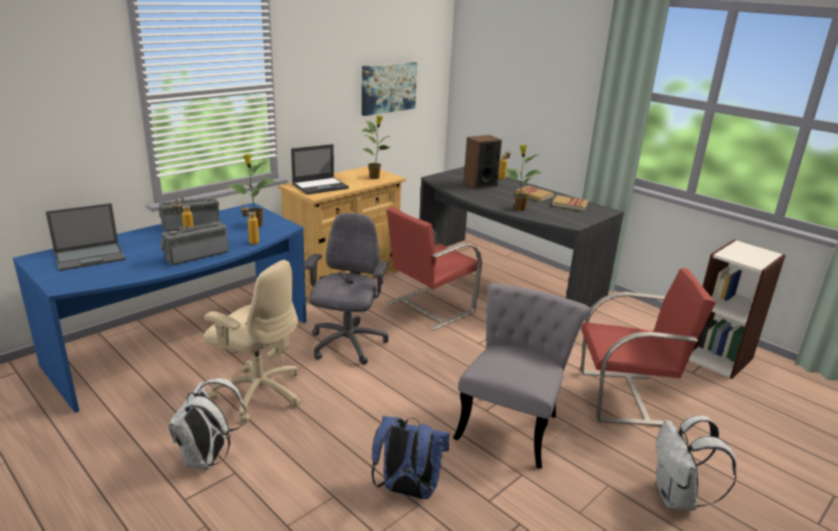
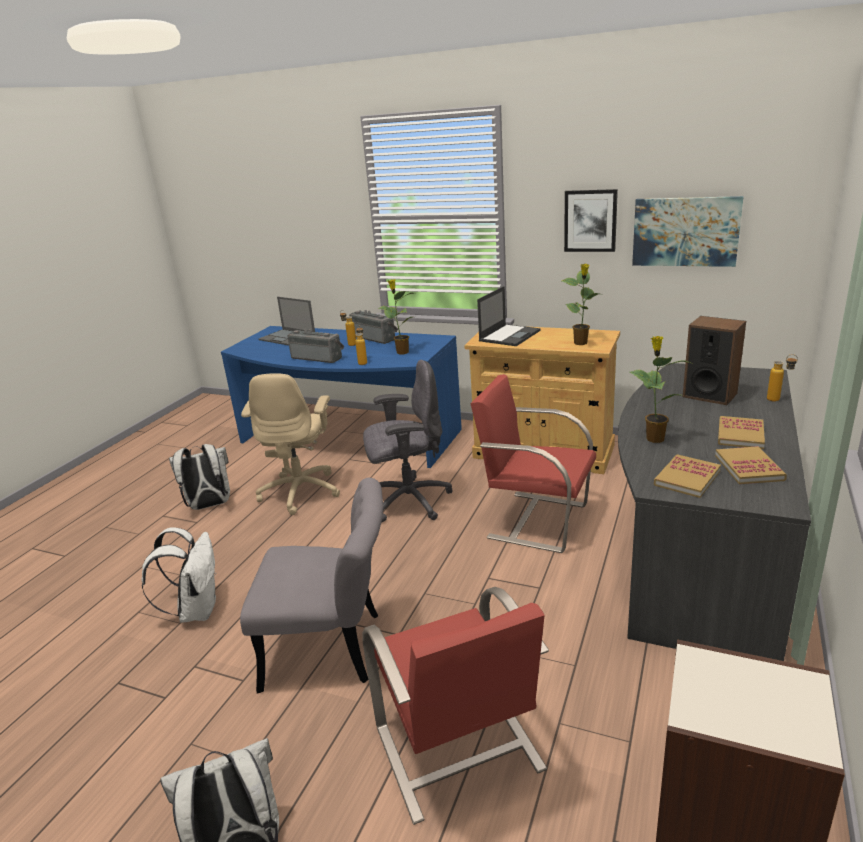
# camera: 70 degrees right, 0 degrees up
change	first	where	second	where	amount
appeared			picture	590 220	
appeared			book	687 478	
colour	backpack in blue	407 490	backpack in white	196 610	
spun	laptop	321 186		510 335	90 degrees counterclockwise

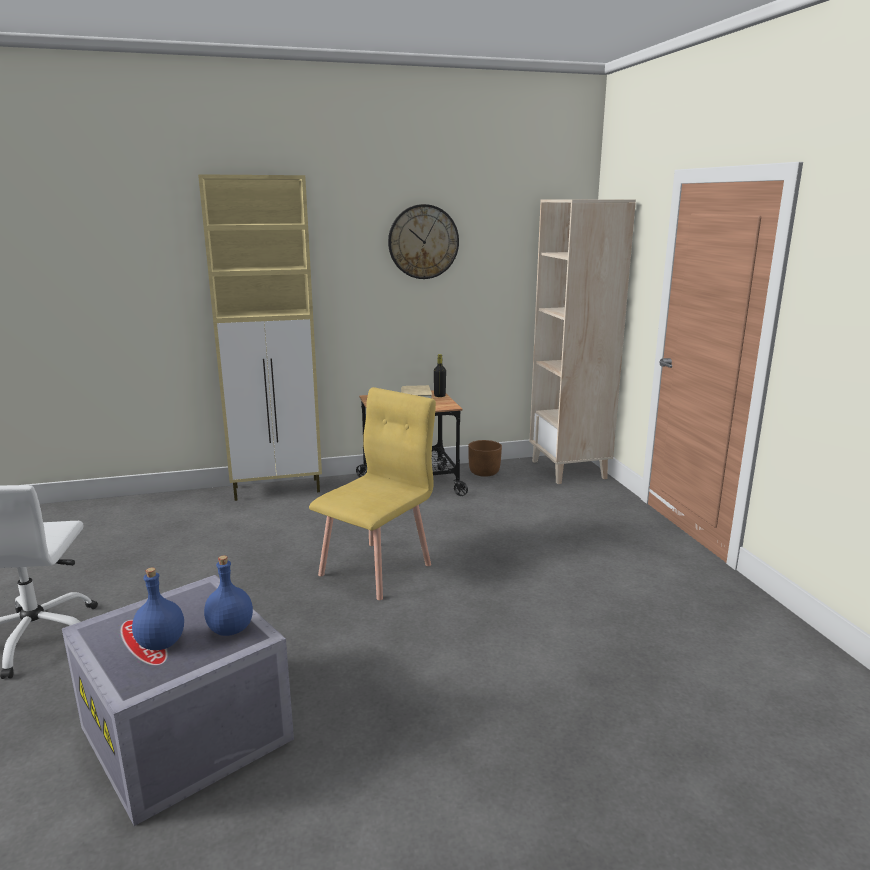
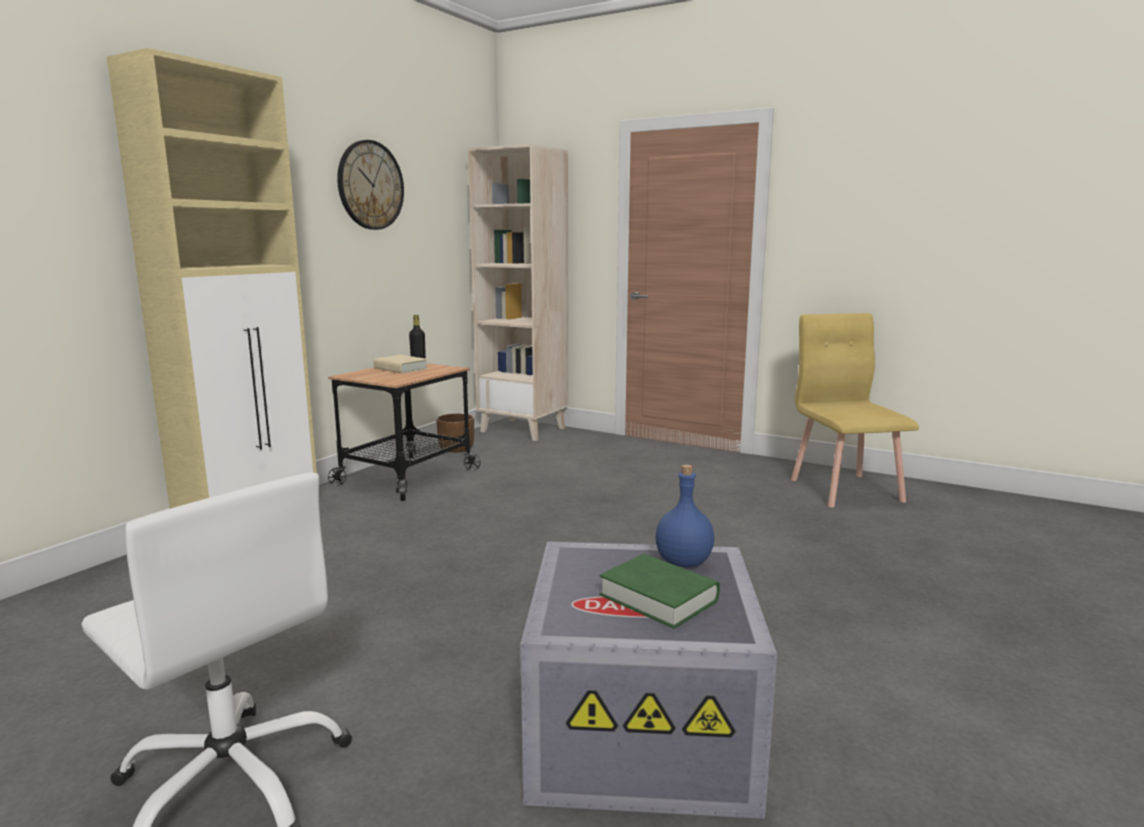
# camera: 45 degrees left, 5 degrees down
change	first	where	second	where	amount
relocated	chair in yellow	377 569		846 490	
exchanged	bottle in blue	162 643	book in green	658 598	

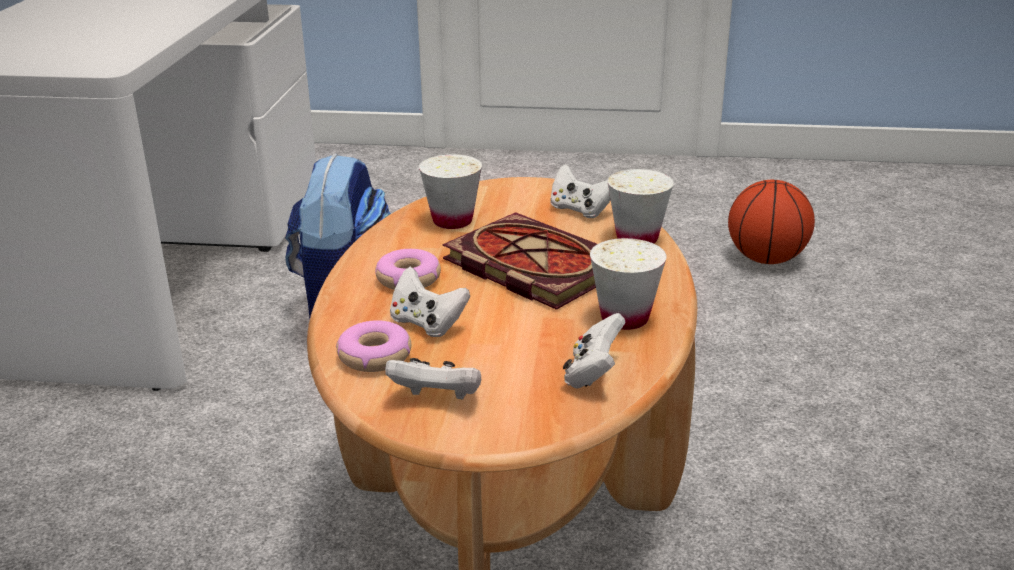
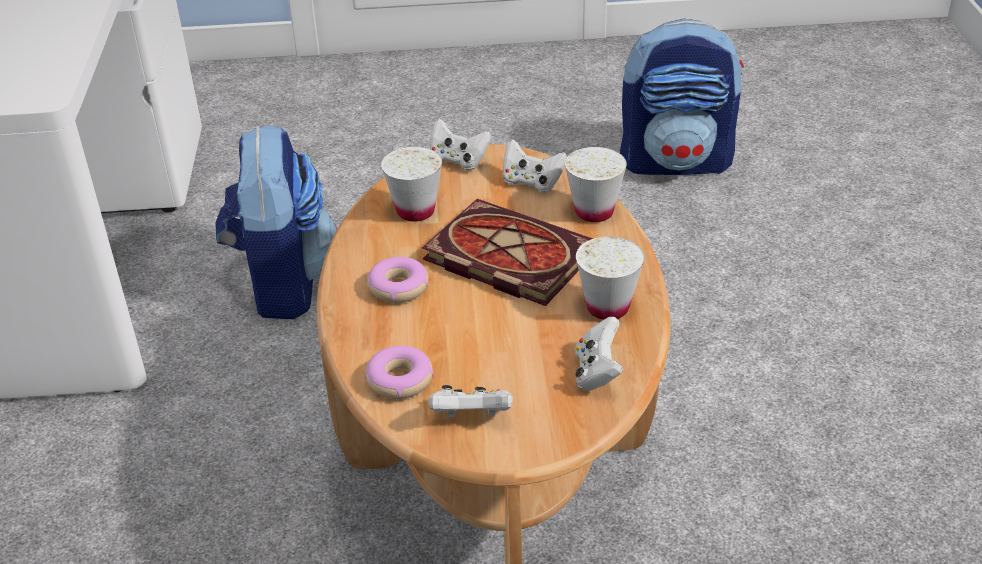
# camera: 10 degrees left, 10 degrees up
change	first	where	second	where	amount
relocated	game controller in white	427 324		458 160	
exchanged	basketball	765 259	backpack	676 161	

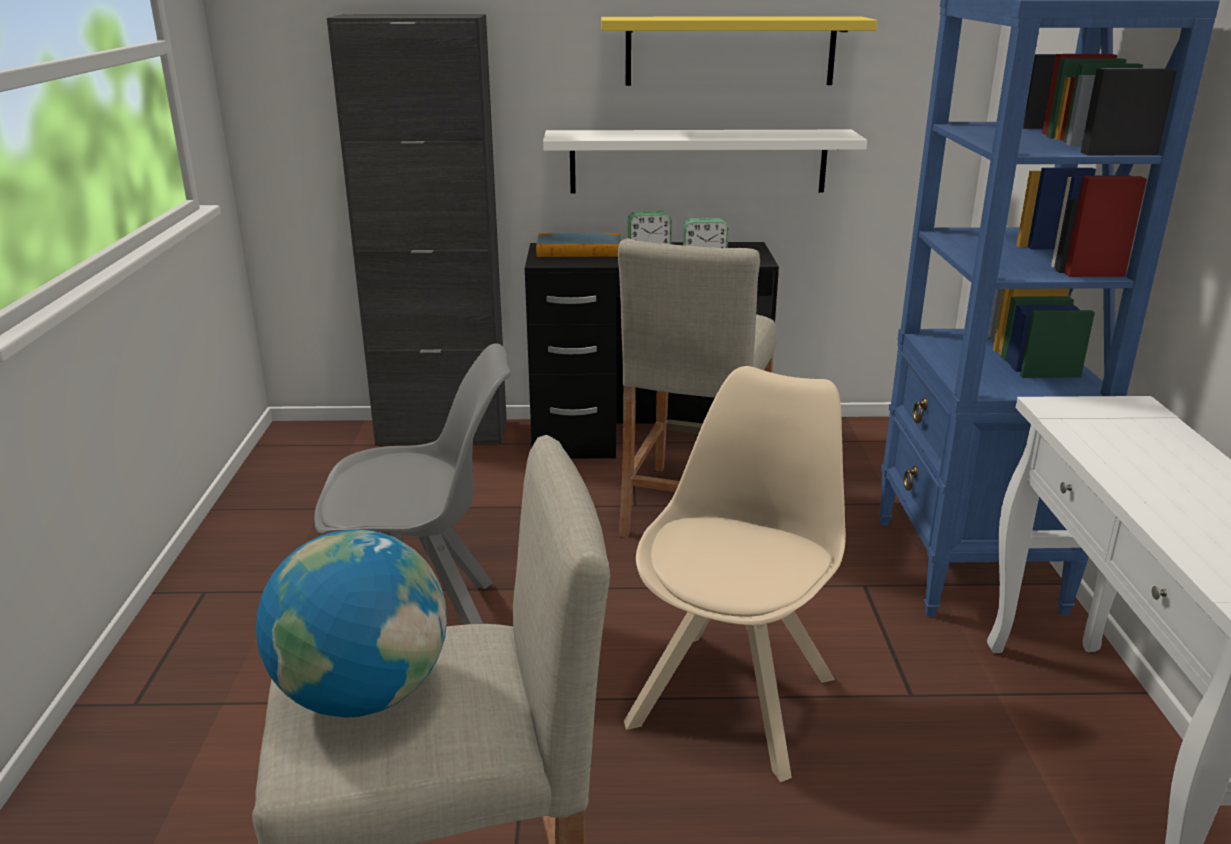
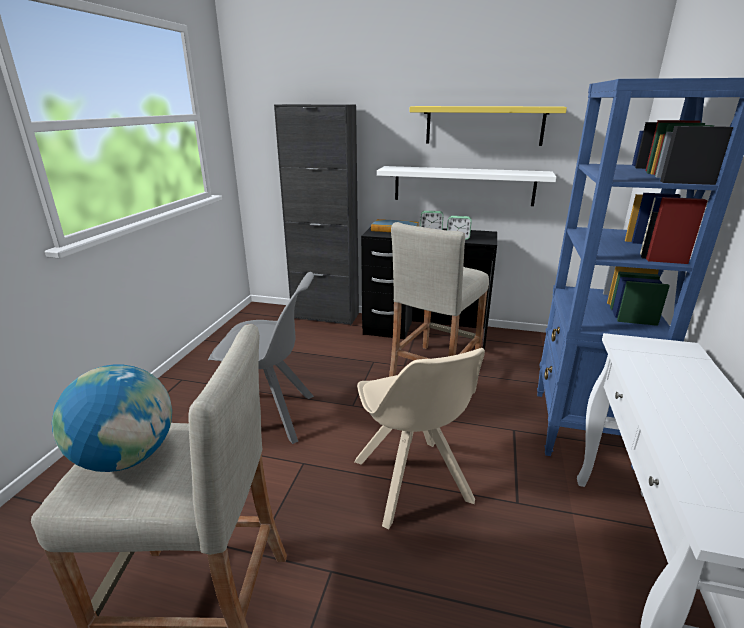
# camera: 15 degrees right, 0 degrees up
change	first	where	second	where	amount
spun	chair in beige	735 697		413 483	120 degrees clockwise

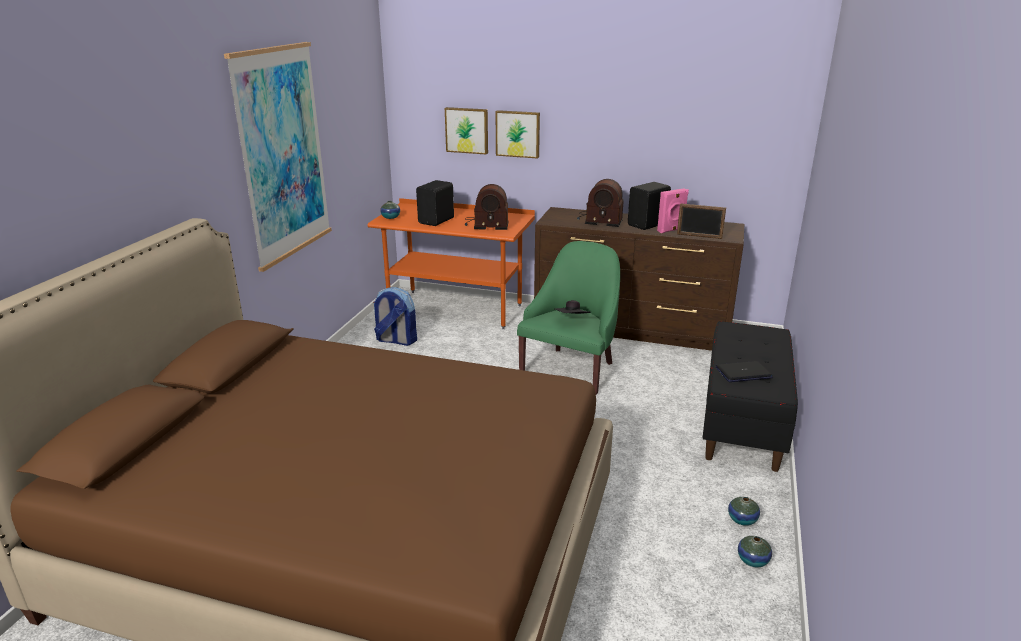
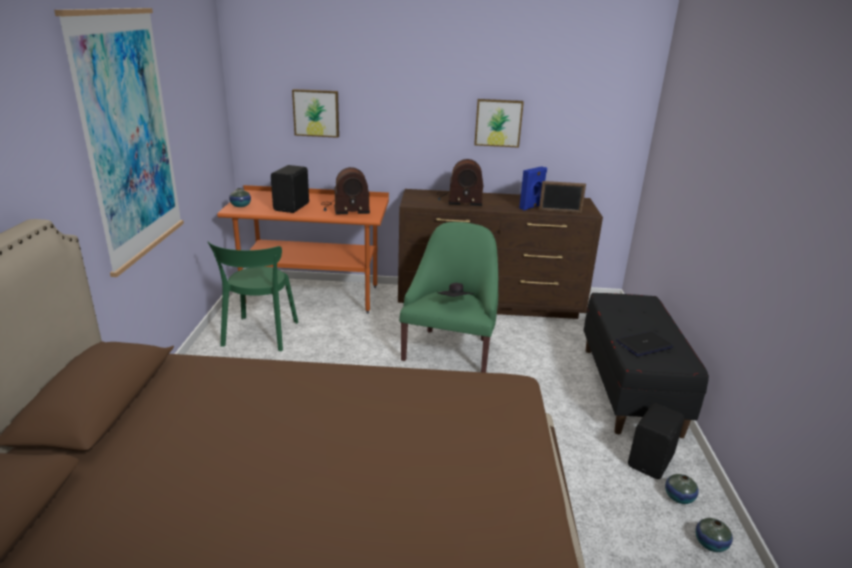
# camera: 15 degrees left, 0 degrees up
change	first	where	second	where	amount
relocated	picture	518 133		498 122	
relocated	speaker in black	648 225		652 461	
exchanged	backpack	396 340	chair in green	259 335	
colour	speaker in pink	671 230	speaker in blue	531 207	

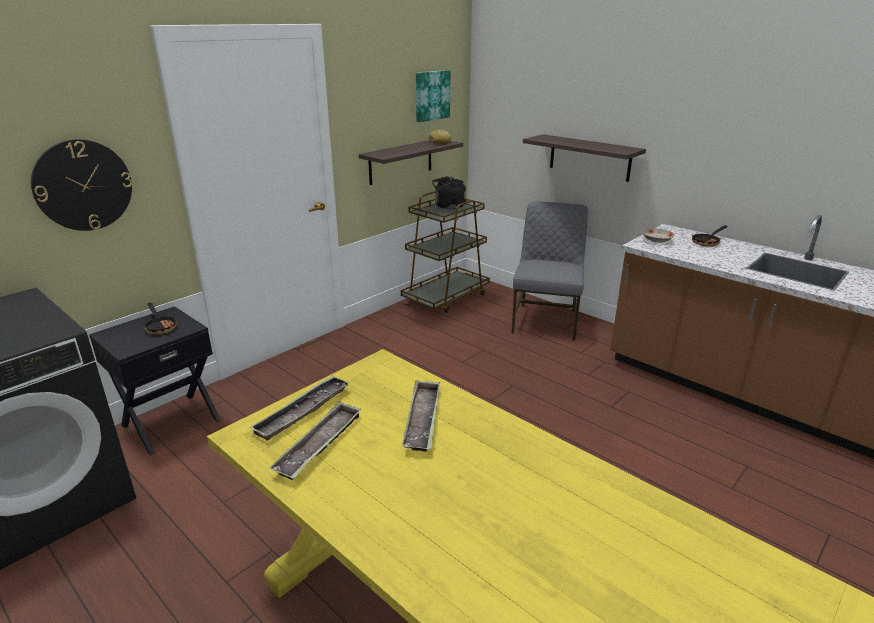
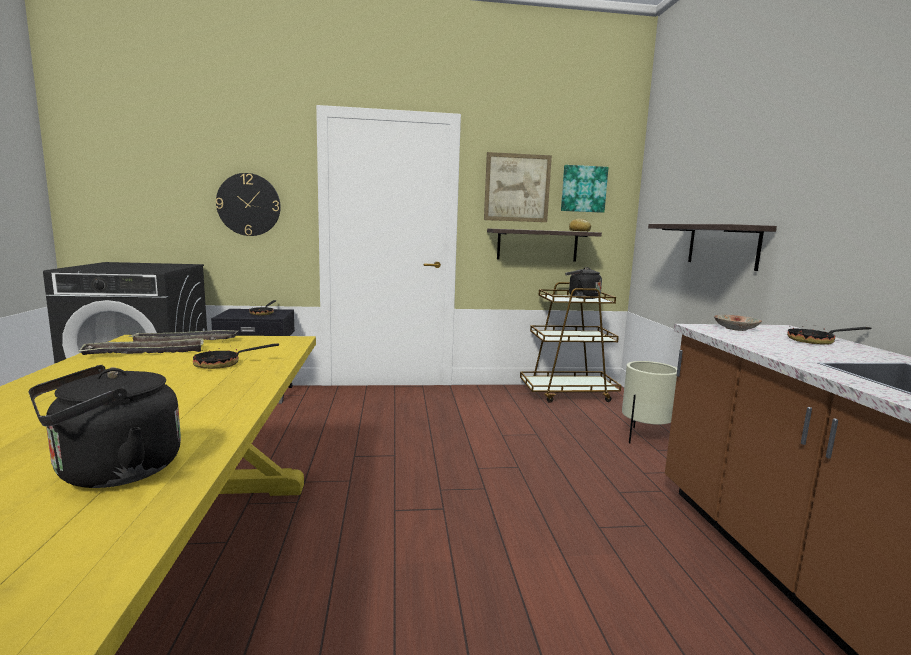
# camera: 40 degrees right, 15 degrees down
change	first	where	second	where	amount
appeared			kettle in black	112 473	
appeared			picture	517 188	
exchanged	tray	422 419	frying pan	224 364	
exchanged	chair in grey	546 321	planter in beige	645 437	

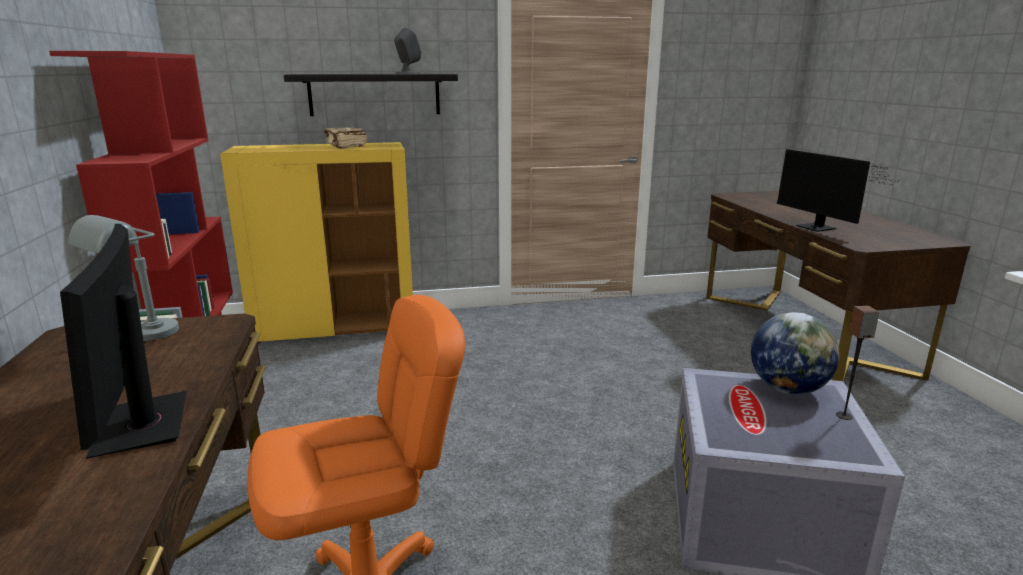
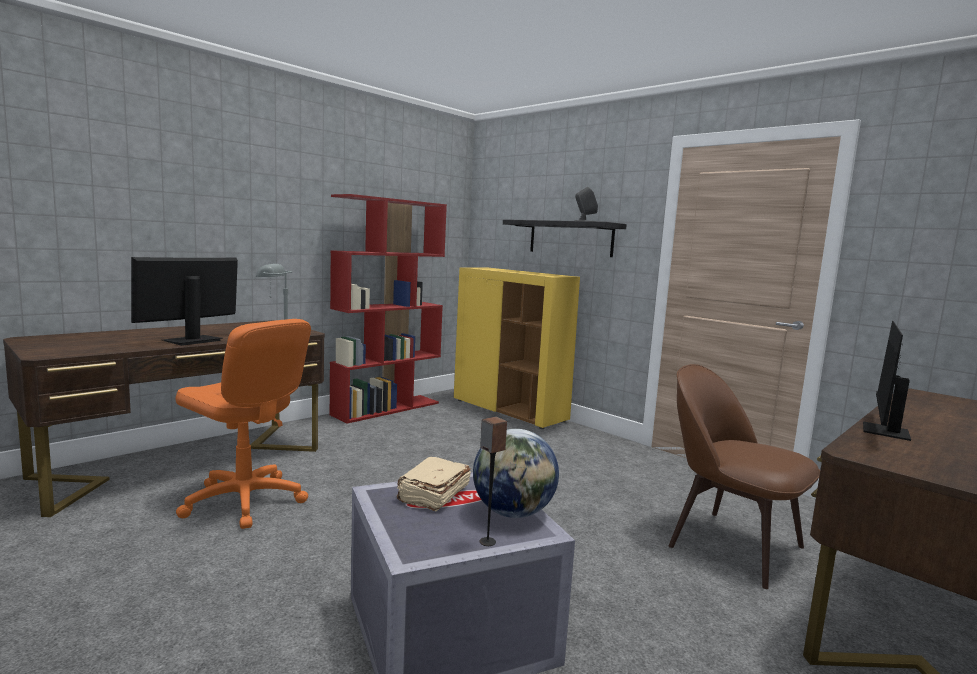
# camera: 55 degrees right, 10 degrees down
change	first	where	second	where	amount
appeared			chair in brown	730 544	
relocated	book in beige	346 146		433 495	

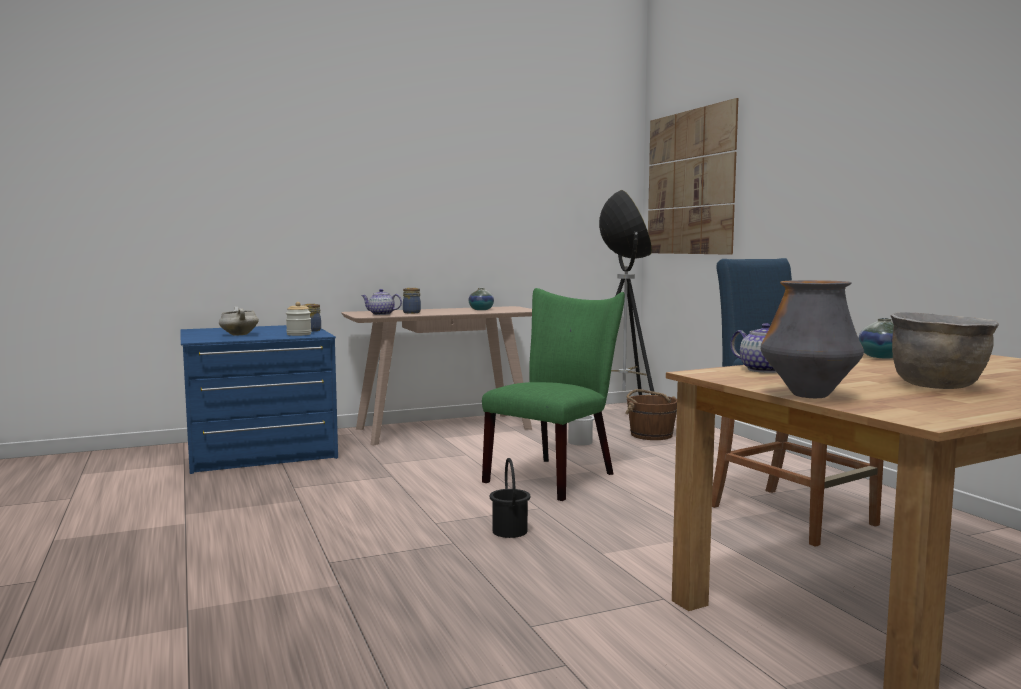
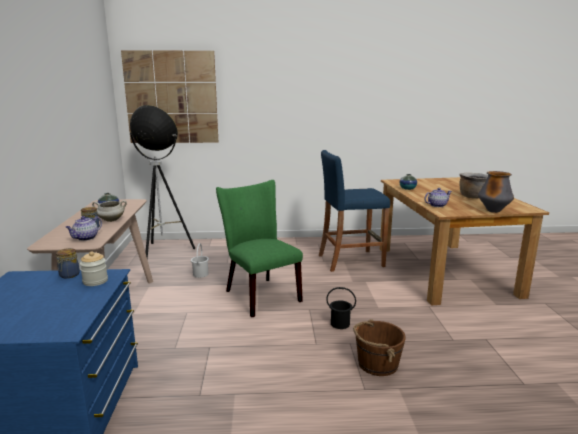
# camera: 70 degrees left, 10 degrees up
change	first	where	second	where	amount
relocated	cooking pot in white	238 335		111 220	
relocated	bucket in brown	651 435		377 364	

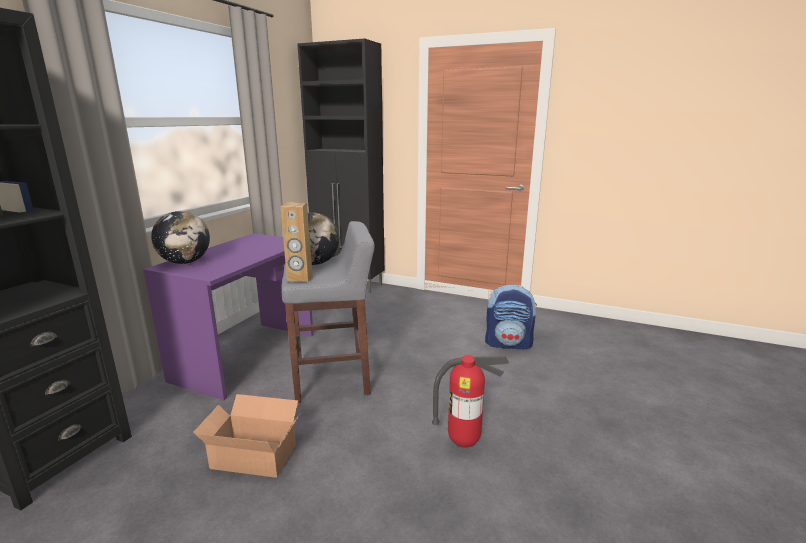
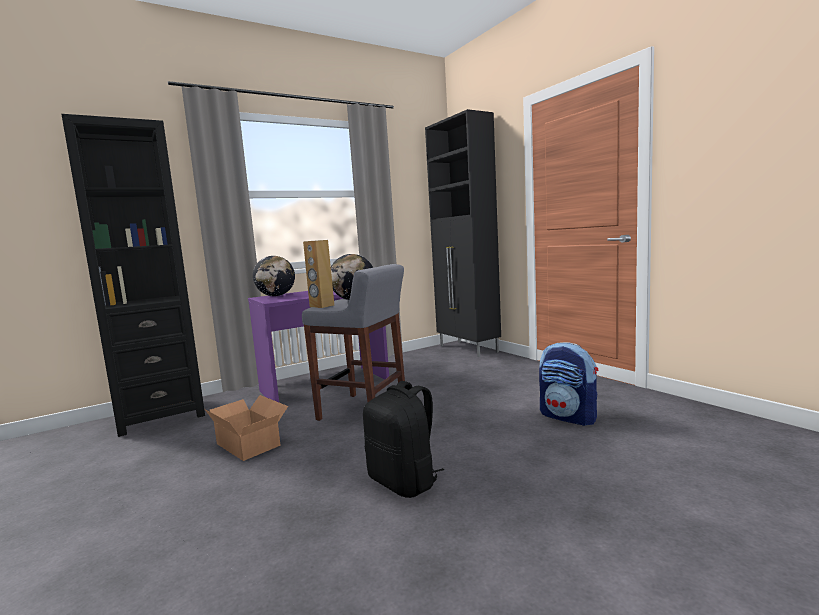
# camera: 35 degrees right, 10 degrees down
change	first	where	second	where	amount
exchanged	fire extinguisher	464 442	backpack in black	404 482	

